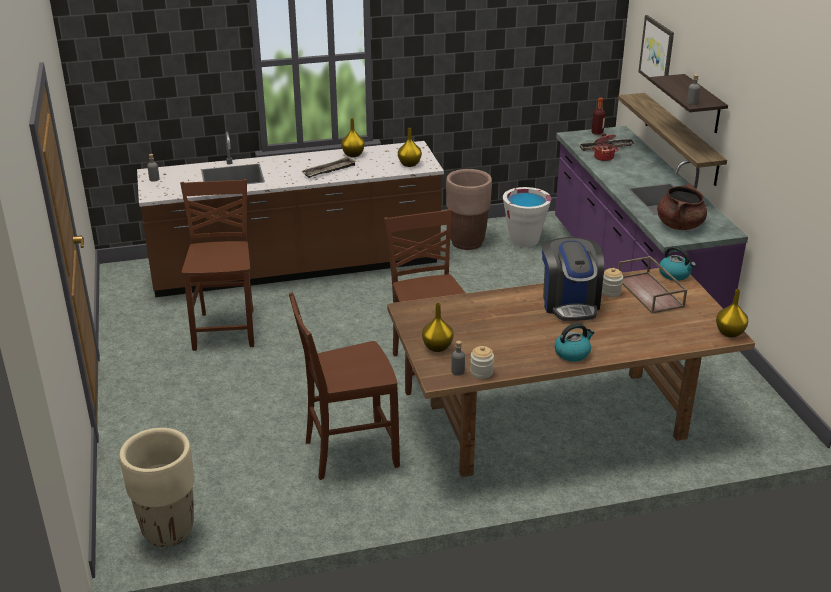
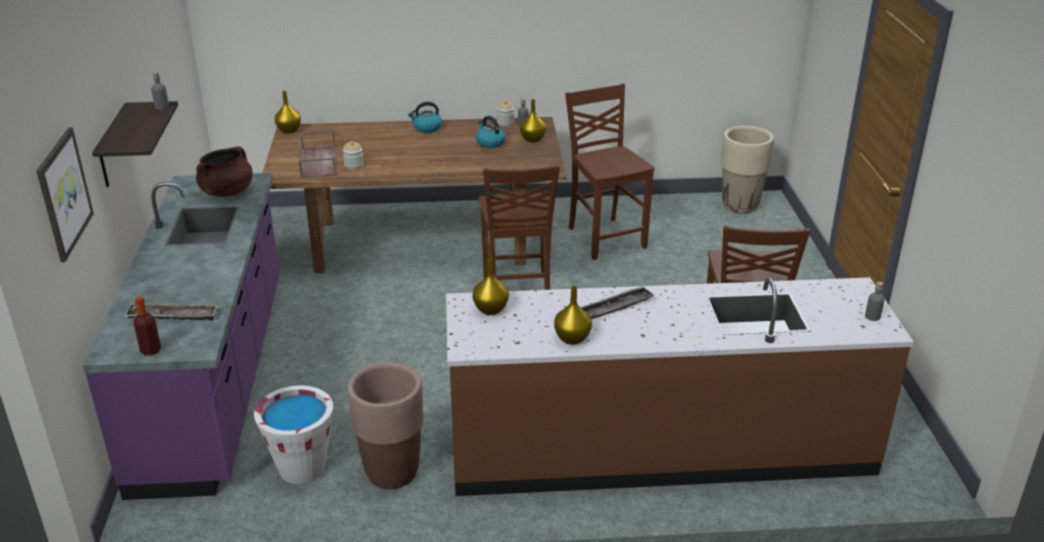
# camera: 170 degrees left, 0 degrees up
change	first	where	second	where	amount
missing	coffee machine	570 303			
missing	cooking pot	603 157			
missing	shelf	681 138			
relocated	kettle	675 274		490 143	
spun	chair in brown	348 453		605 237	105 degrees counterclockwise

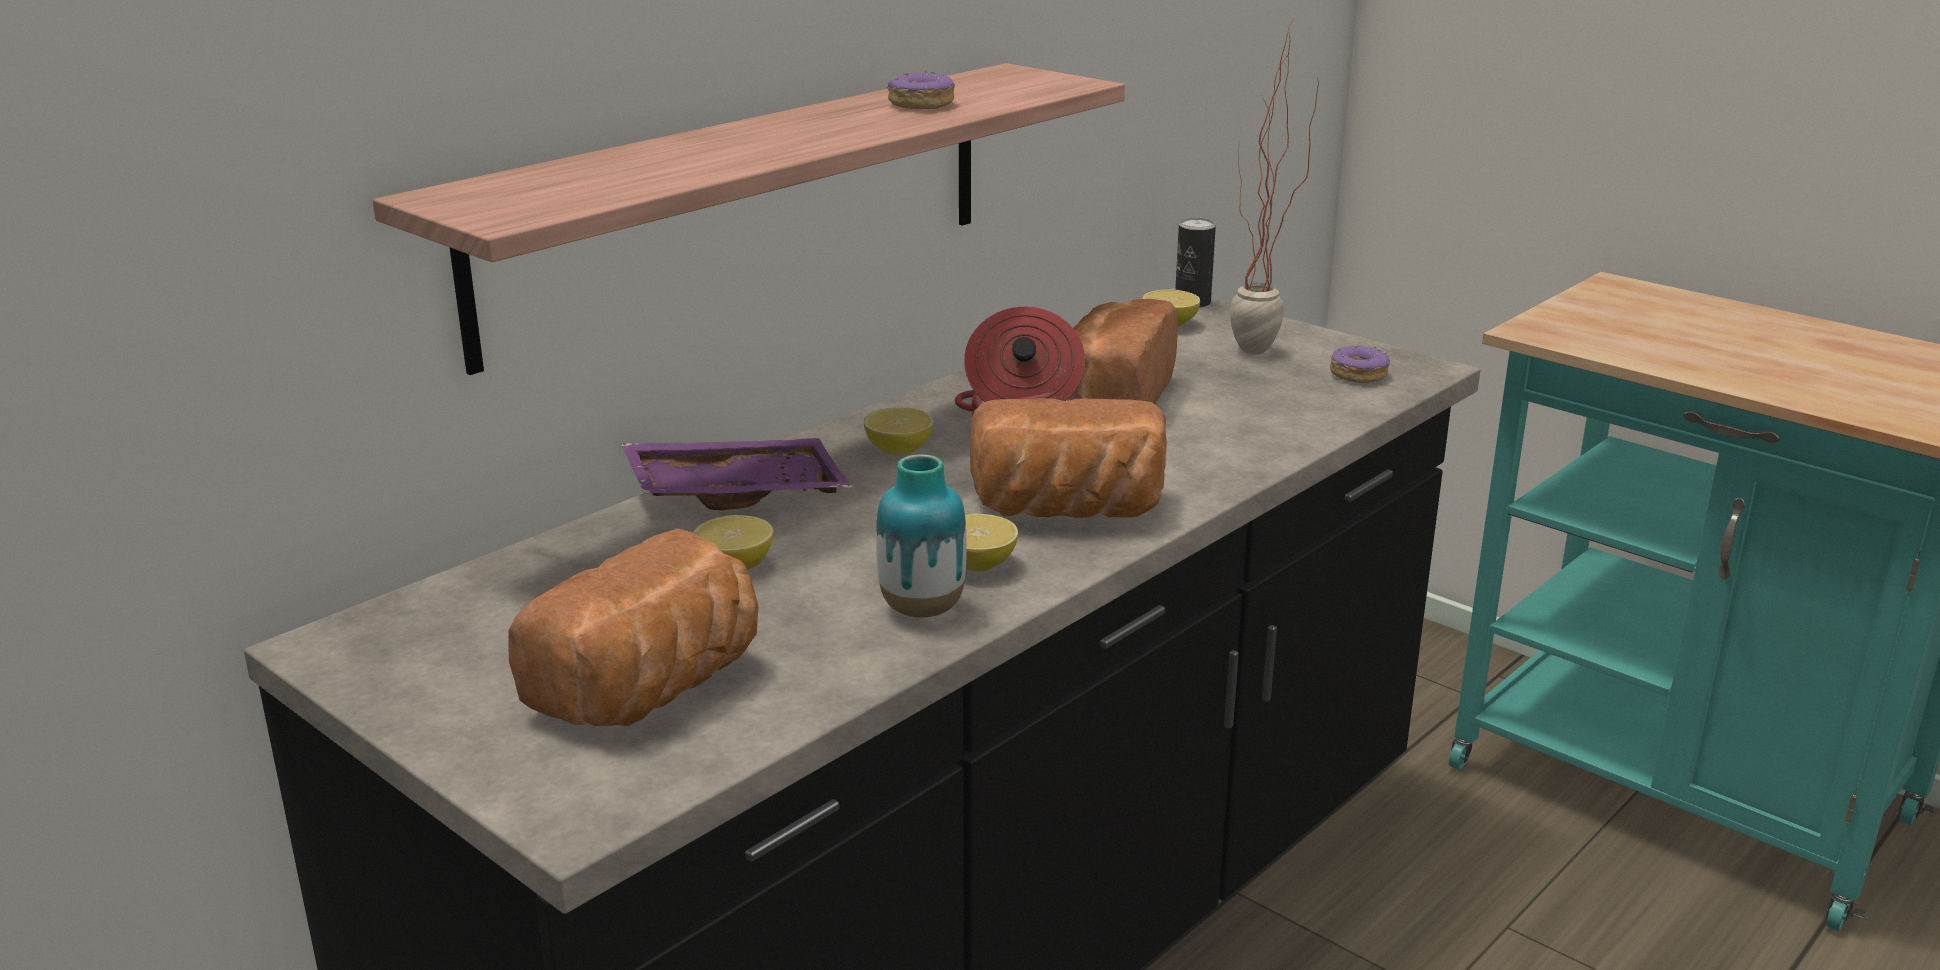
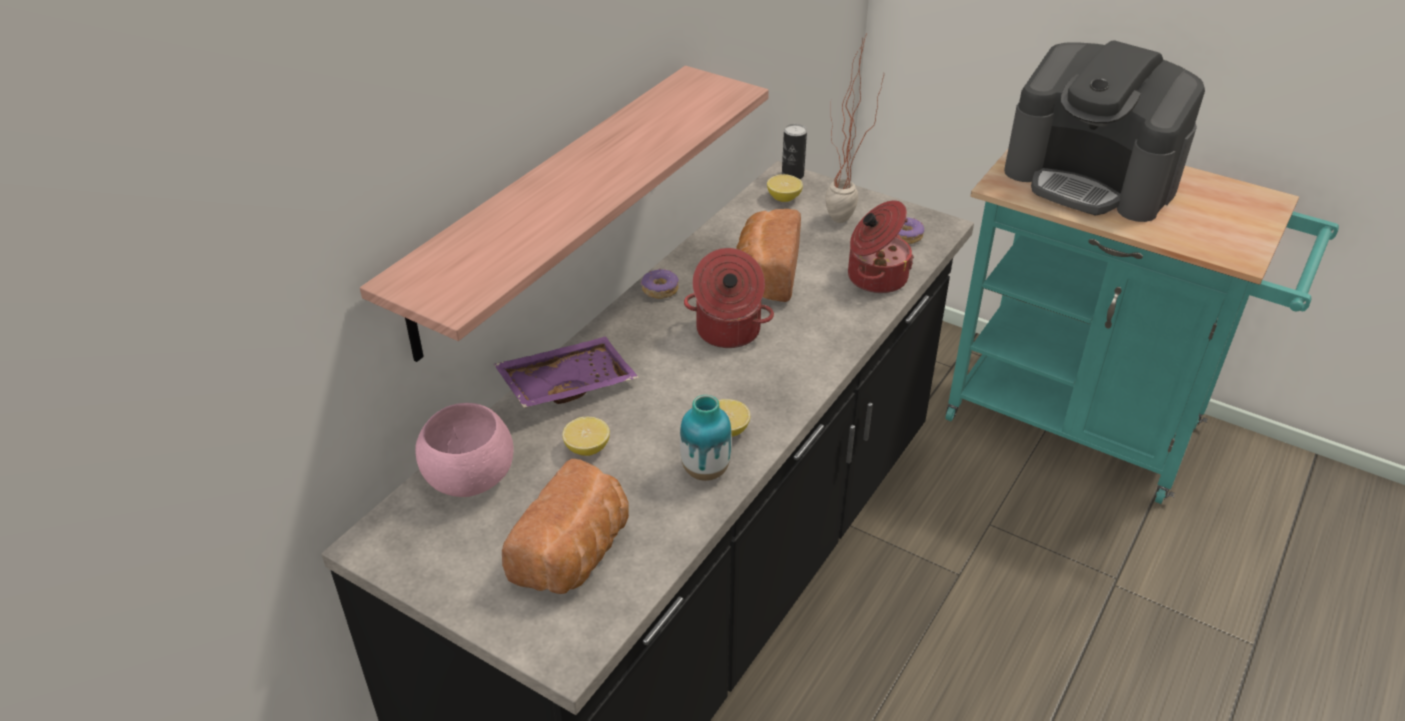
# camera: 10 degrees left, 15 degrees up
change	first	where	second	where	amount
missing	lemon	899 451			
missing	bread	1067 511			
appeared			bowl in pink	469 479	
appeared			cooking pot	875 277	
appeared			coffee machine	1091 179	
relocated	donut	920 104		659 290	

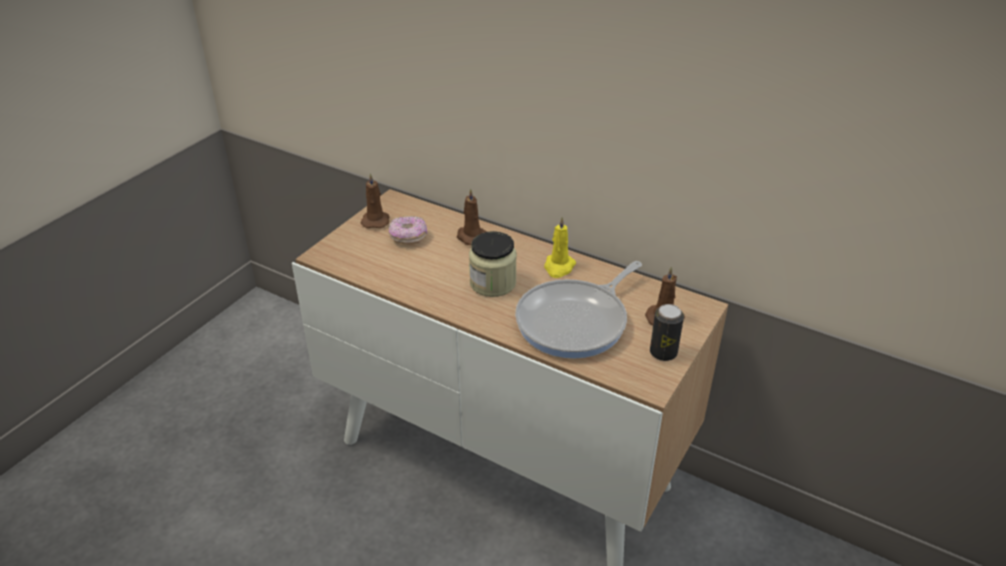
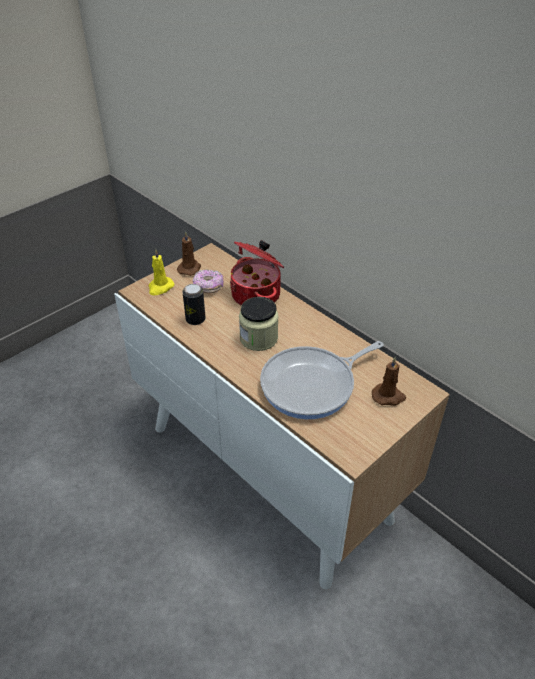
# camera: 15 degrees right, 5 degrees up
change	first	where	second	where	amount
relocated	candle in yellow	559 267		160 287	
relocated	can	663 353		195 319	
exchanged	candle in brown	470 237	cooking pot	257 294	

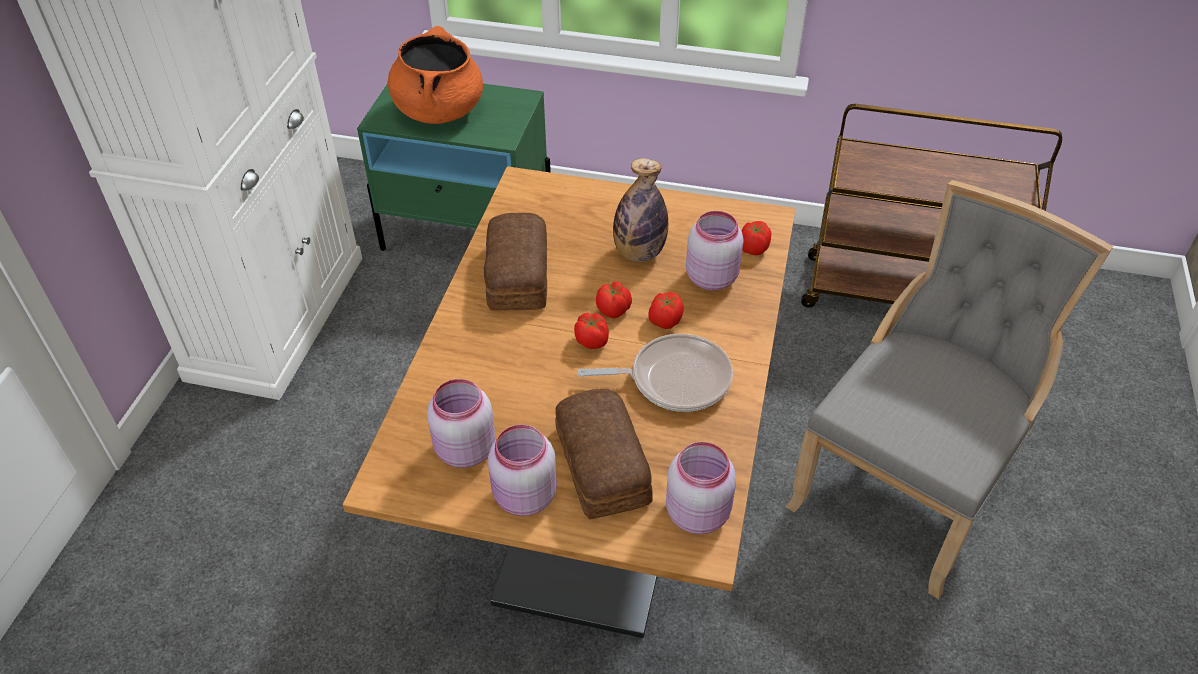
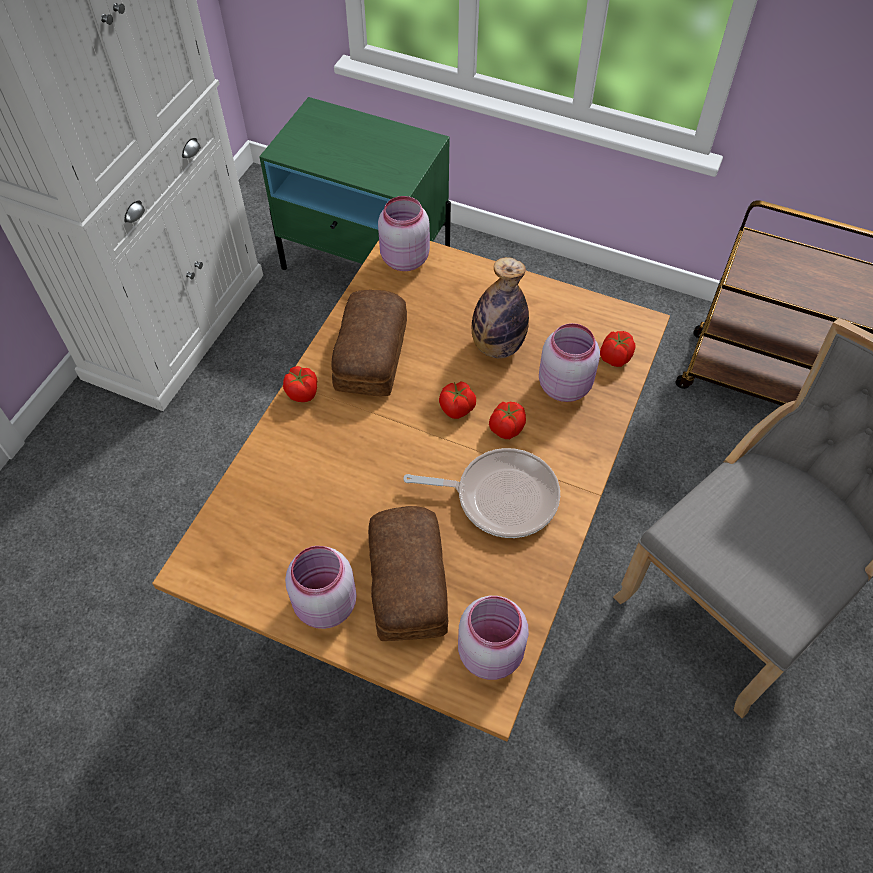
# camera: 10 degrees right, 10 degrees up
change	first	where	second	where	amount
missing	cooking pot in orange	439 110			
relocated	jar in pink	463 450		403 259	
relocated	tomato	592 341		302 393	

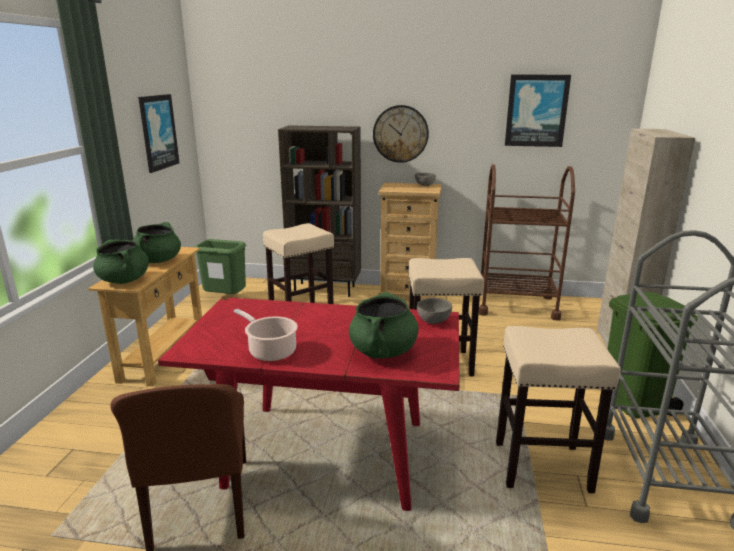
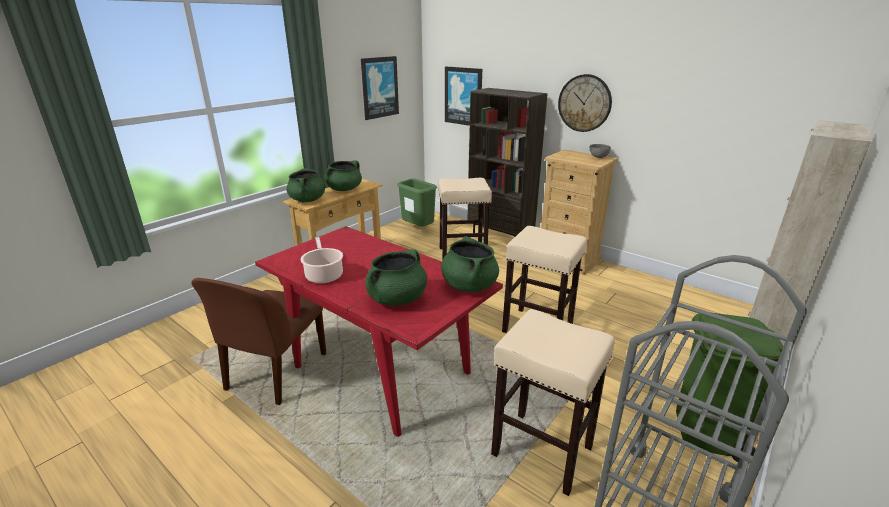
# camera: 30 degrees right, 5 degrees up
change	first	where	second	where	amount
missing	cart in brown	516 305			
relocated	picture	536 111		463 96	
exchanged	bowl in grey	433 321	cooking pot in green	469 285	

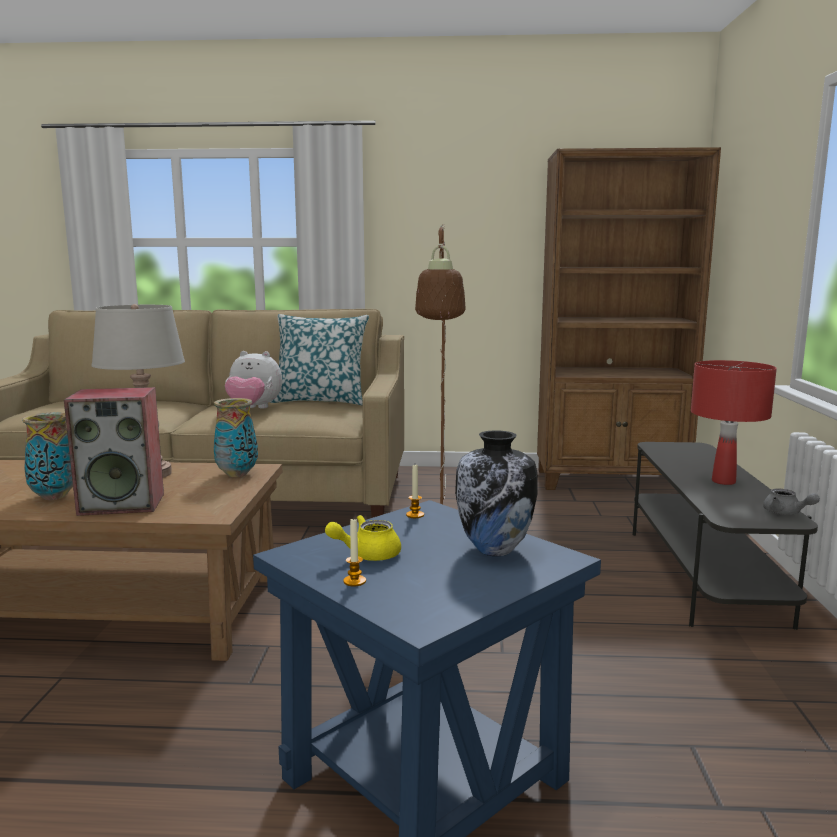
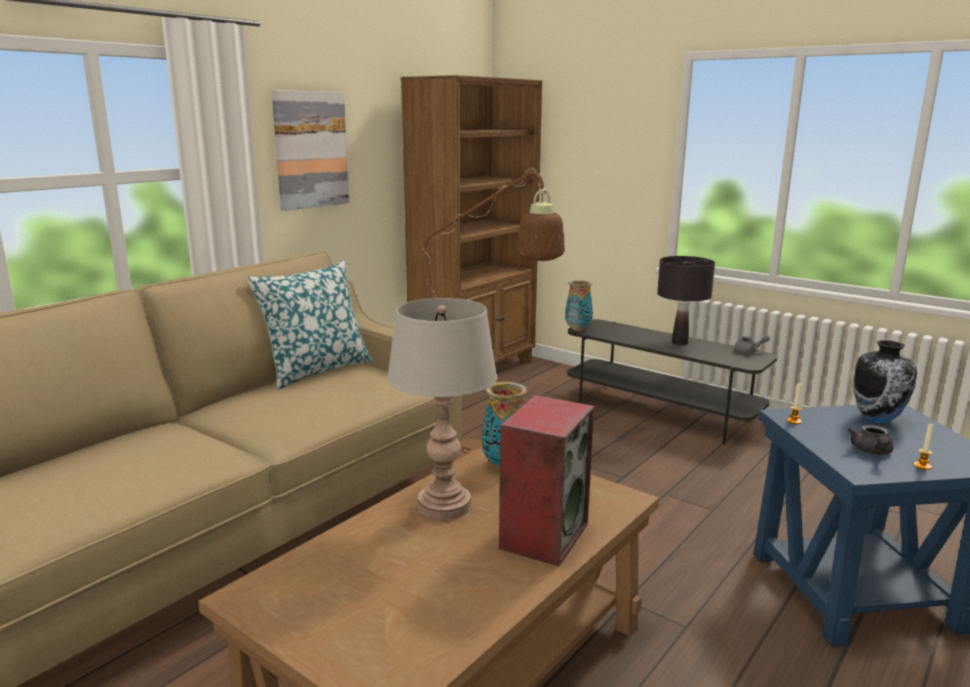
# camera: 55 degrees left, 5 degrees up
change	first	where	second	where	amount
missing	plush toy	254 409			
appeared			picture	310 150	
relocated	vase	53 497		578 329	
colour	teapot in yellow	367 554	teapot in grey	872 452	
colour	table lamp in red	723 481	table lamp in black	679 343	

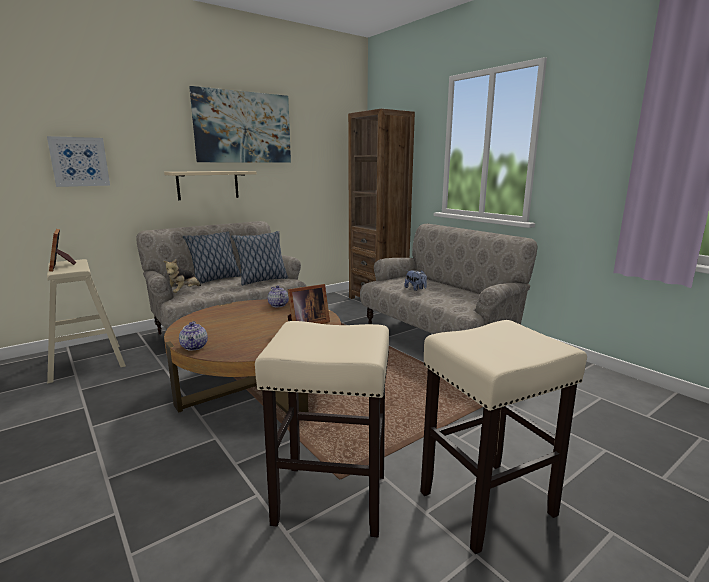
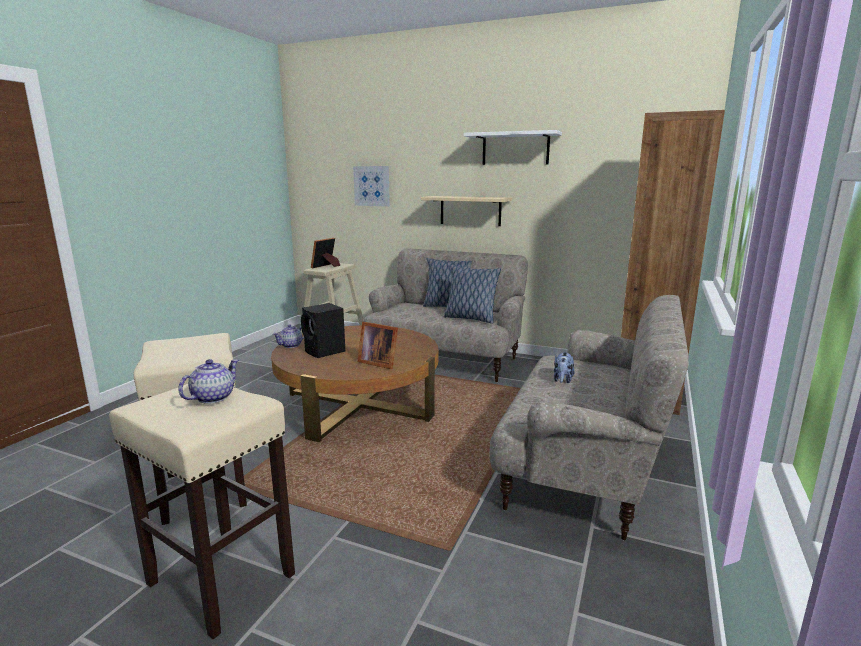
# camera: 60 degrees right, 0 degrees up
change	first	where	second	where	amount
missing	plush toy	184 292			
appeared			speaker in black	325 352	
relocated	teapot	278 305		213 397	
exchanged	picture	243 127	shelf in white	515 149	

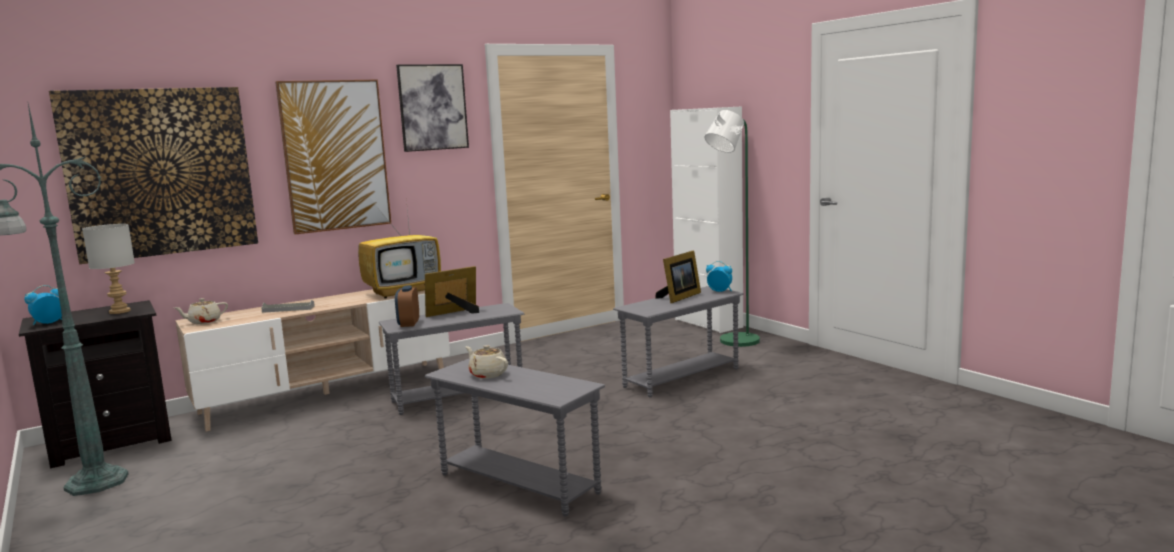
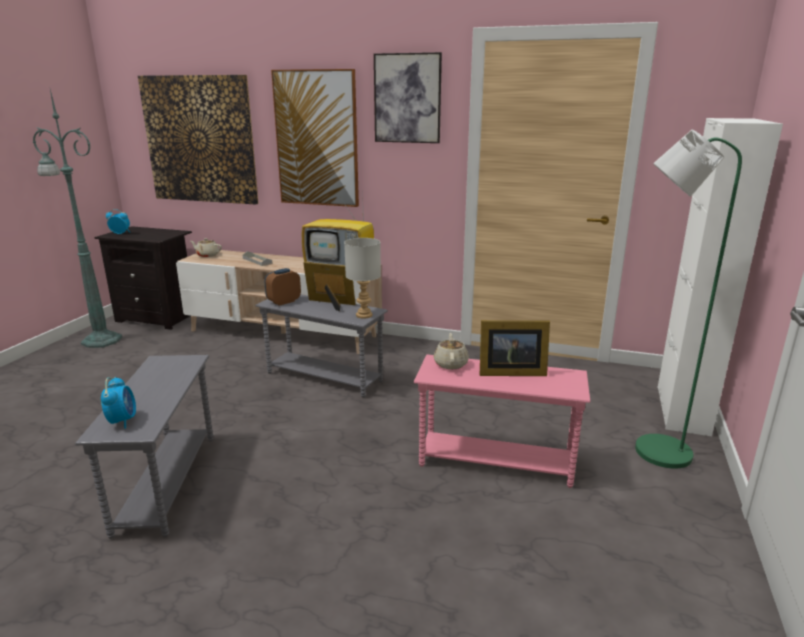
# camera: 50 degrees right, 10 degrees up
change	first	where	second	where	amount
relocated	table lamp in grey	119 311		363 315	
relocated	teapot in beige	487 374		450 364	
relocated	alarm clock	720 291		122 421	
colour	side table in grey	681 378	side table in pink	495 462	

